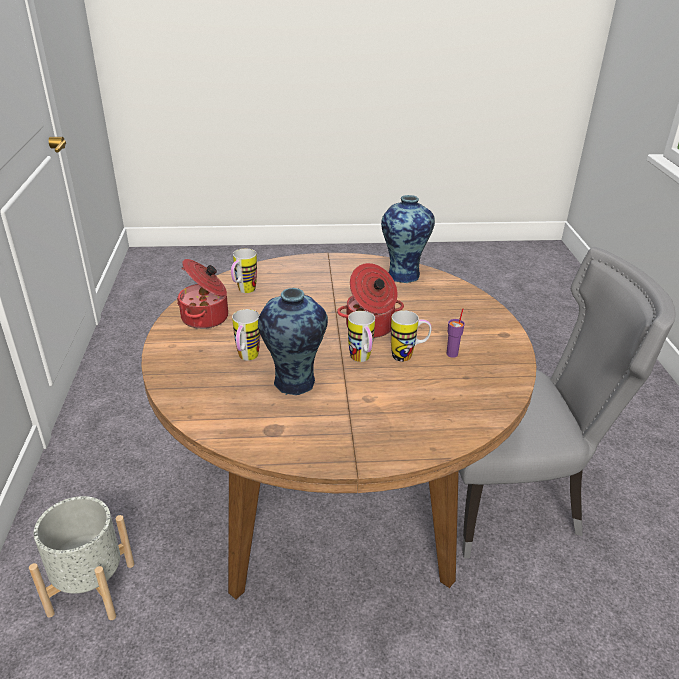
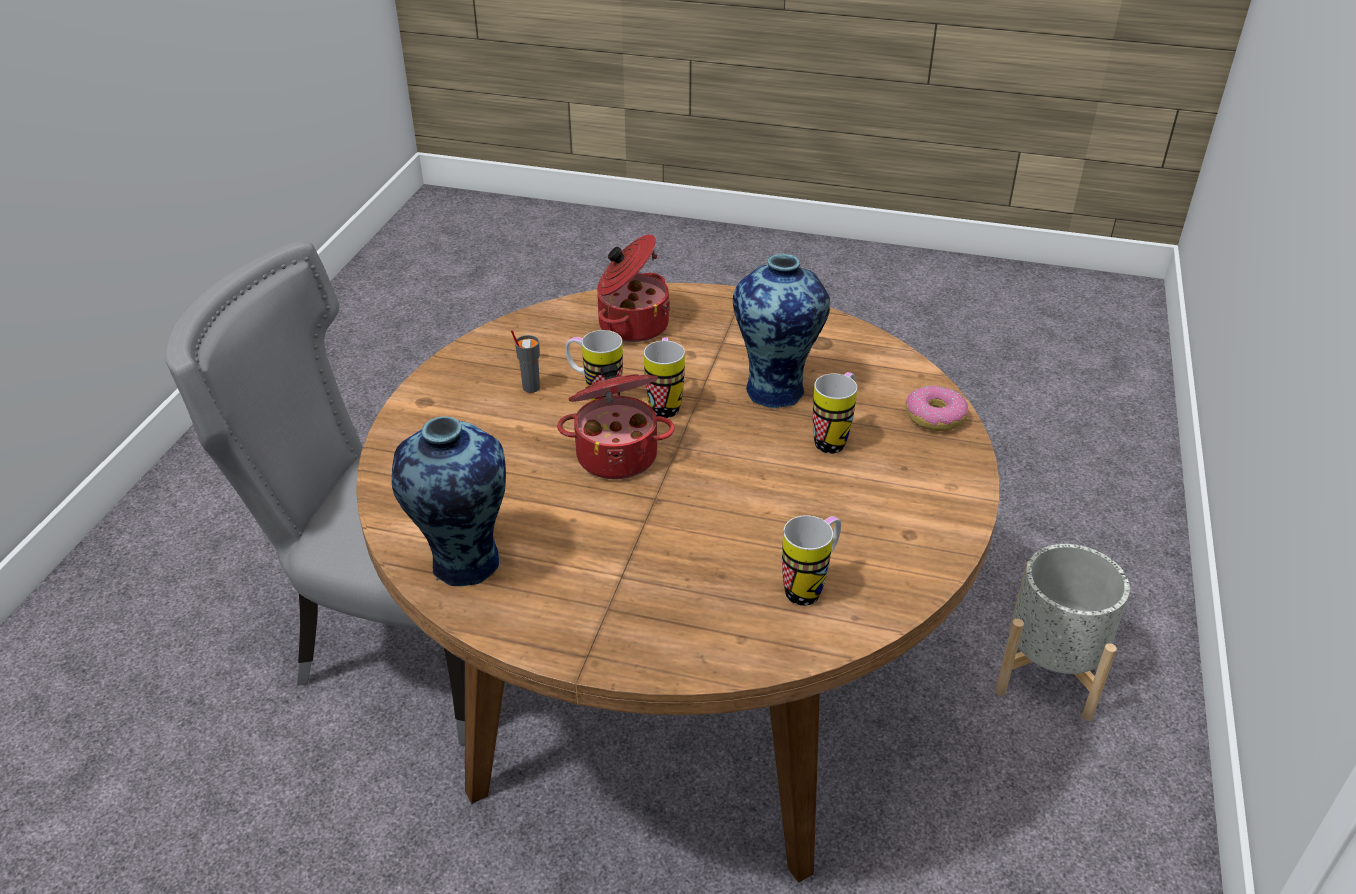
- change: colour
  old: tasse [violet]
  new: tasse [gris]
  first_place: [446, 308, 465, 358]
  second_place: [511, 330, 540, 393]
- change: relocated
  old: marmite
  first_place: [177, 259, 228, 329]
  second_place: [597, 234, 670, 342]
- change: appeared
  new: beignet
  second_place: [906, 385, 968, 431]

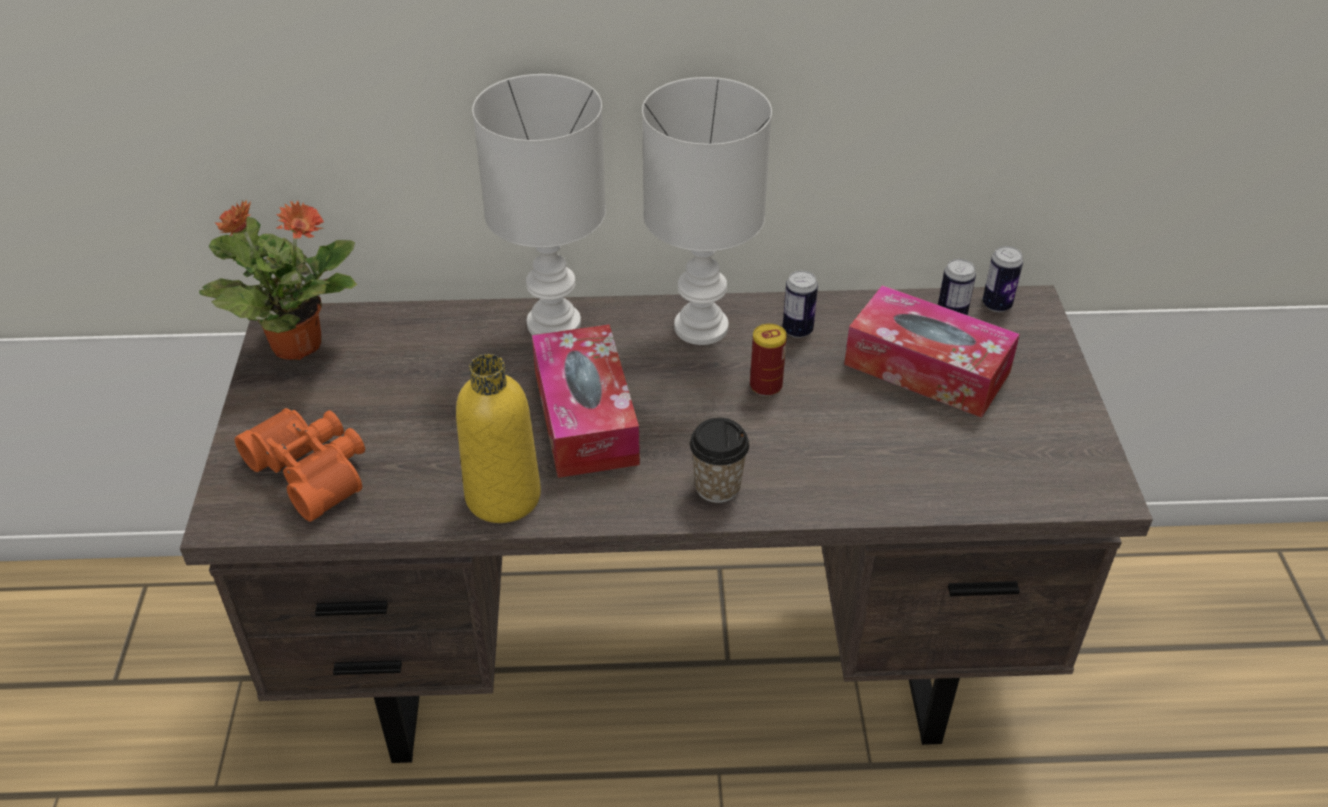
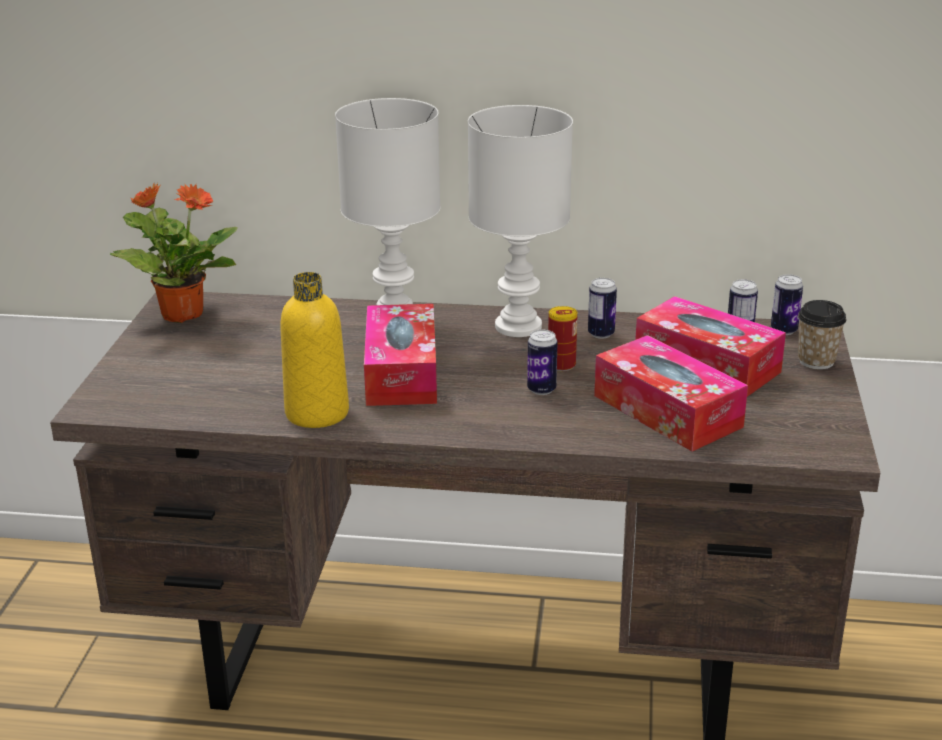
- change: appeared
  new: boîte métallique
  second_place: [527, 330, 558, 395]
- change: appeared
  new: boîte à mouchoirs
  second_place: [594, 335, 748, 451]
- change: relocated
  old: tasse
  first_place: [689, 418, 749, 503]
  second_place: [798, 300, 846, 370]
- change: missing
  old: jumelles [orange]
  first_place: [235, 408, 365, 522]

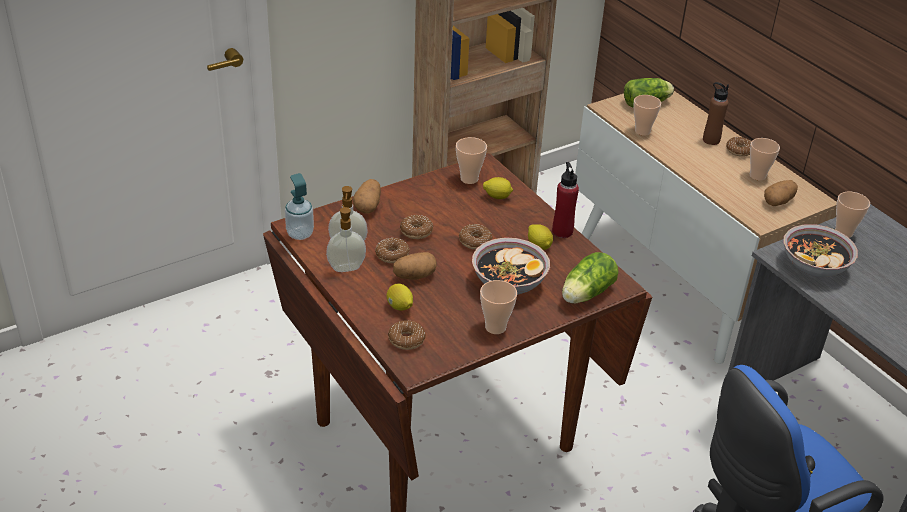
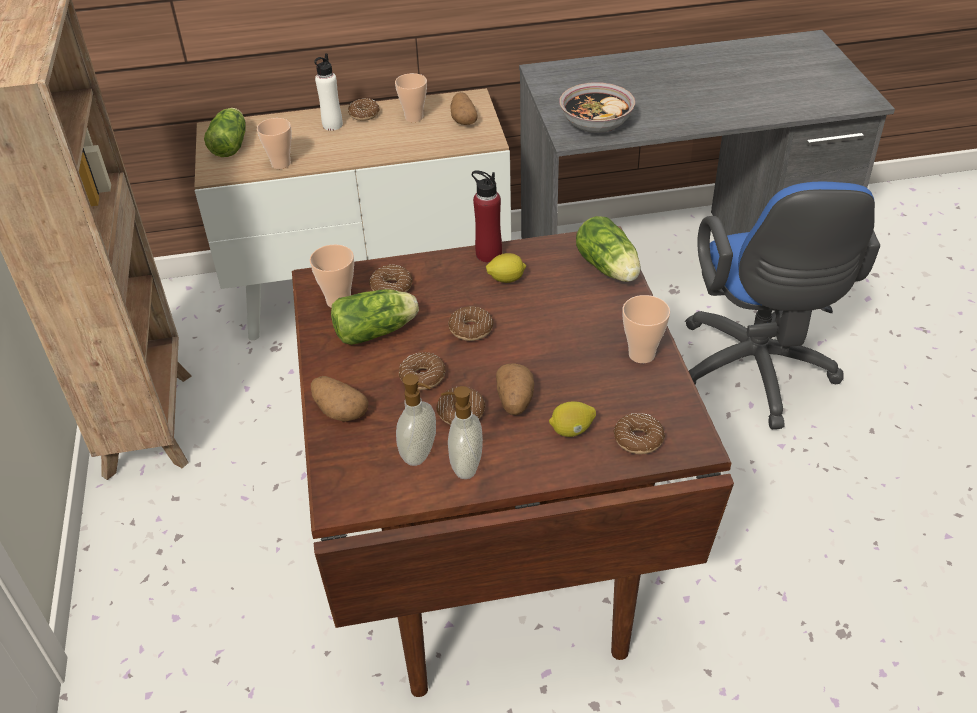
- change: colour
  old: bouteille [marron]
  new: bouteille [blanc]
  first_place: [703, 82, 729, 145]
  second_place: [314, 53, 343, 131]
- change: appeared
  new: laitue
  second_place: [331, 289, 419, 345]
- change: exchanged
  old: citron
  new: beignet
  first_place: [483, 177, 513, 199]
  second_place: [369, 264, 413, 292]
- change: missing
  old: distributeur de savon
  first_place: [285, 173, 314, 240]
- change: missing
  old: bol
  first_place: [472, 237, 550, 294]
- change: missing
  old: tasse
  first_place: [835, 192, 870, 238]

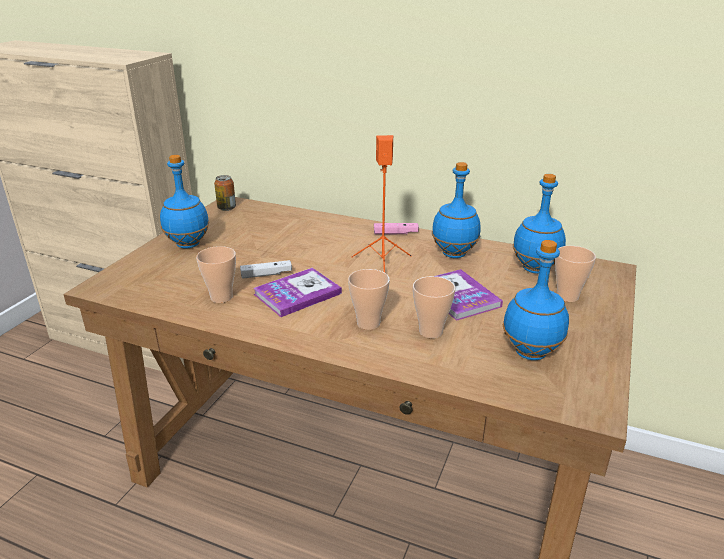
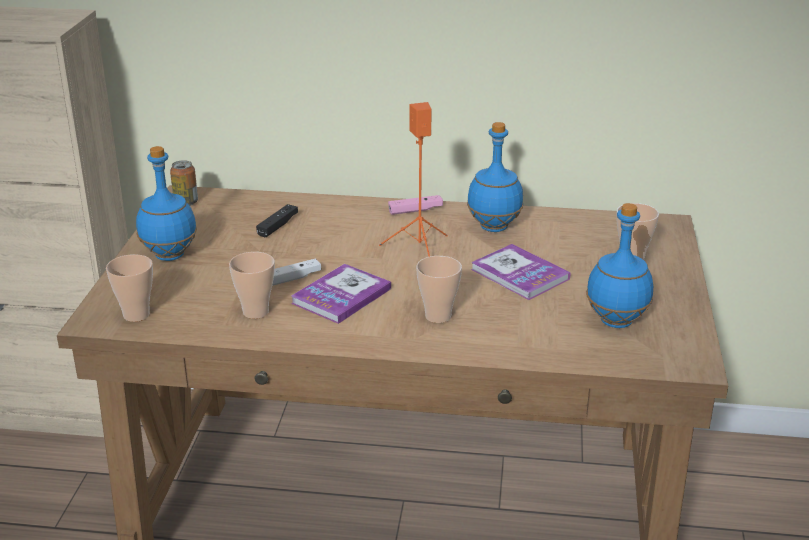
- change: relocated
  old: tasse
  first_place: [413, 276, 455, 338]
  second_place: [106, 254, 153, 322]
- change: appeared
  new: manette [noir]
  second_place: [256, 204, 298, 237]
- change: missing
  old: bouteille [bleu]
  first_place: [513, 174, 566, 274]

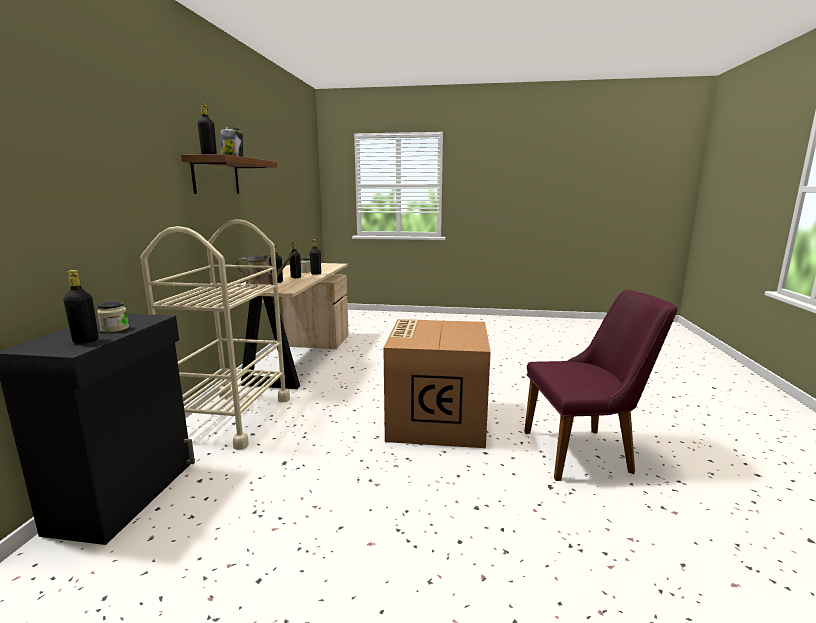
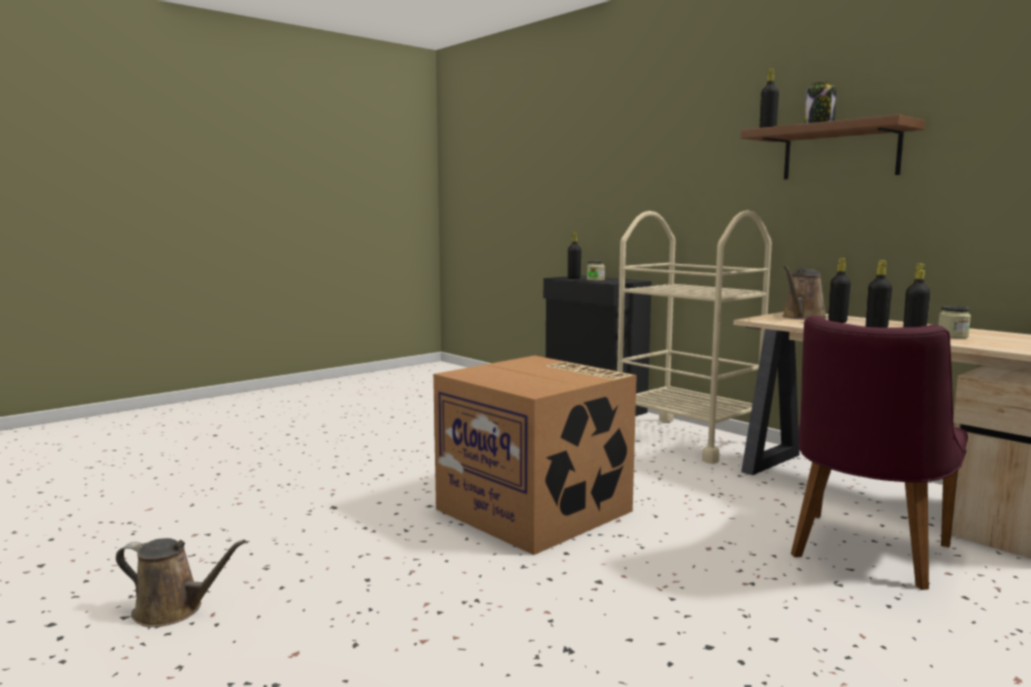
- change: appeared
  new: arrosoir [marron]
  second_place: [116, 538, 246, 627]
- change: relocated
  old: chaise [violet]
  first_place: [524, 290, 678, 481]
  second_place: [791, 316, 968, 590]

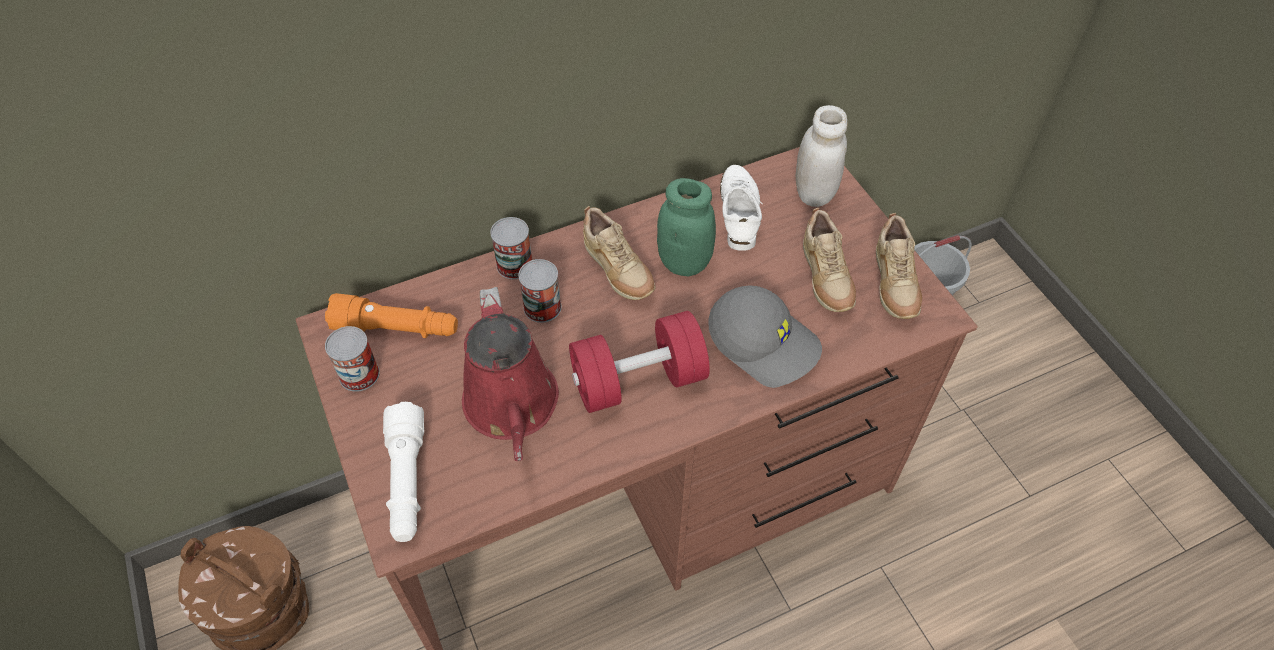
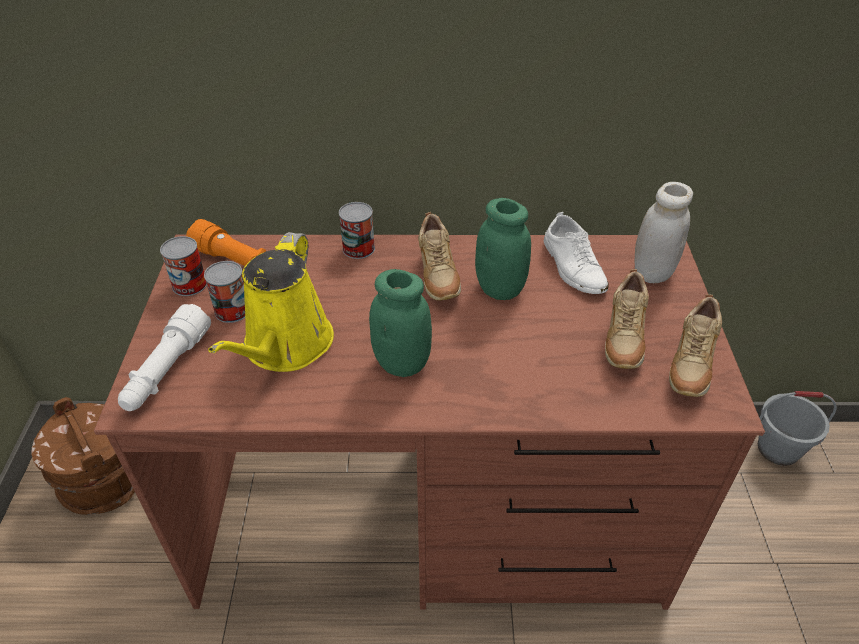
- change: relocated
  old: boîte métallique
  first_place: [518, 259, 562, 323]
  second_place: [204, 261, 245, 323]
- change: colour
  old: arrosoir [rouge]
  new: arrosoir [jaune]
  first_place: [462, 287, 559, 461]
  second_place: [208, 232, 334, 372]
- change: exchanged
  old: haltère [rouge]
  new: bocal [vert]
  first_place: [569, 311, 710, 413]
  second_place: [369, 269, 432, 377]
- change: spun
  old: chaussure [blanc]
  first_place: [720, 165, 763, 251]
  second_place: [544, 212, 609, 294]
  degrees: 135
- change: missing
  old: casquette [gris]
  first_place: [708, 285, 822, 388]

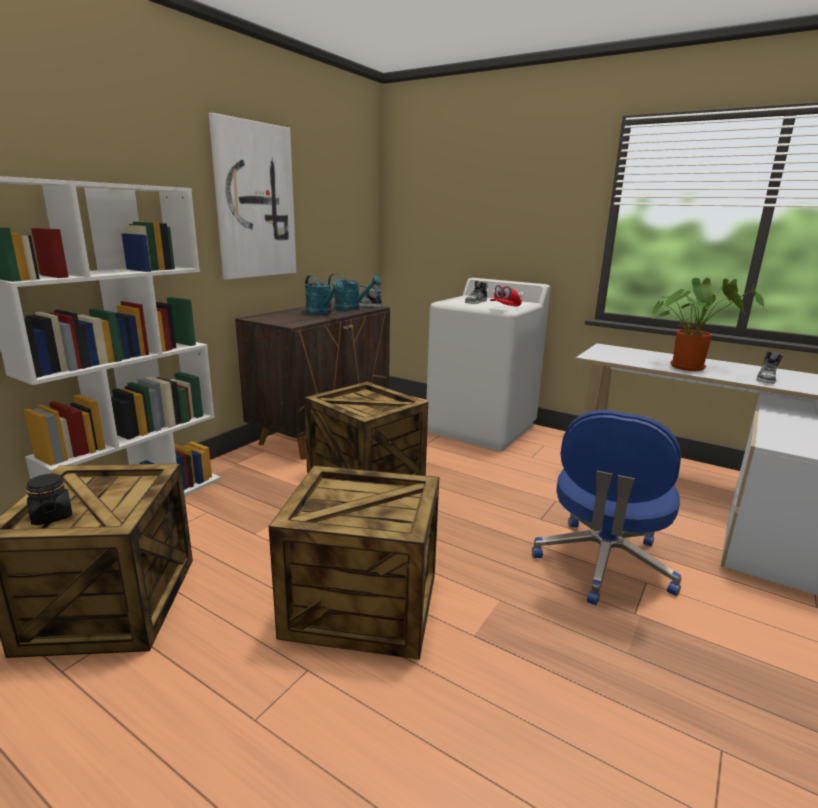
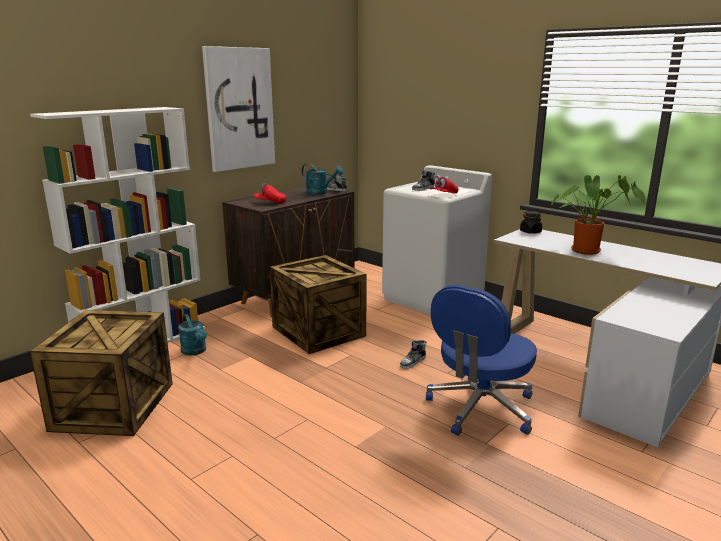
- change: relocated
  old: arrosoir [turquoise]
  first_place: [305, 275, 344, 315]
  second_place: [178, 314, 207, 355]
- change: appeared
  new: casquette [rouge]
  second_place: [254, 183, 287, 203]
- change: relocated
  old: chaussure
  first_place: [756, 351, 783, 384]
  second_place: [400, 340, 427, 369]
- change: relocated
  old: bocal [noir]
  first_place: [26, 474, 72, 525]
  second_place: [520, 211, 542, 234]
- change: missing
  old: caisse
  first_place: [268, 465, 439, 660]

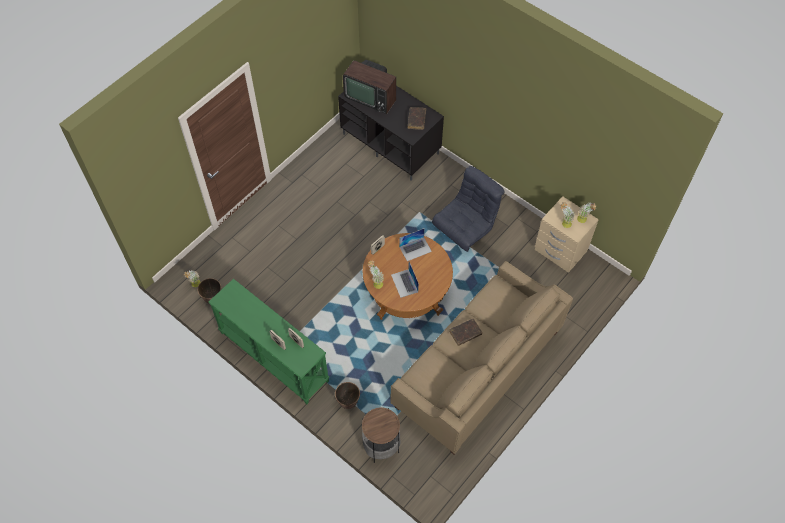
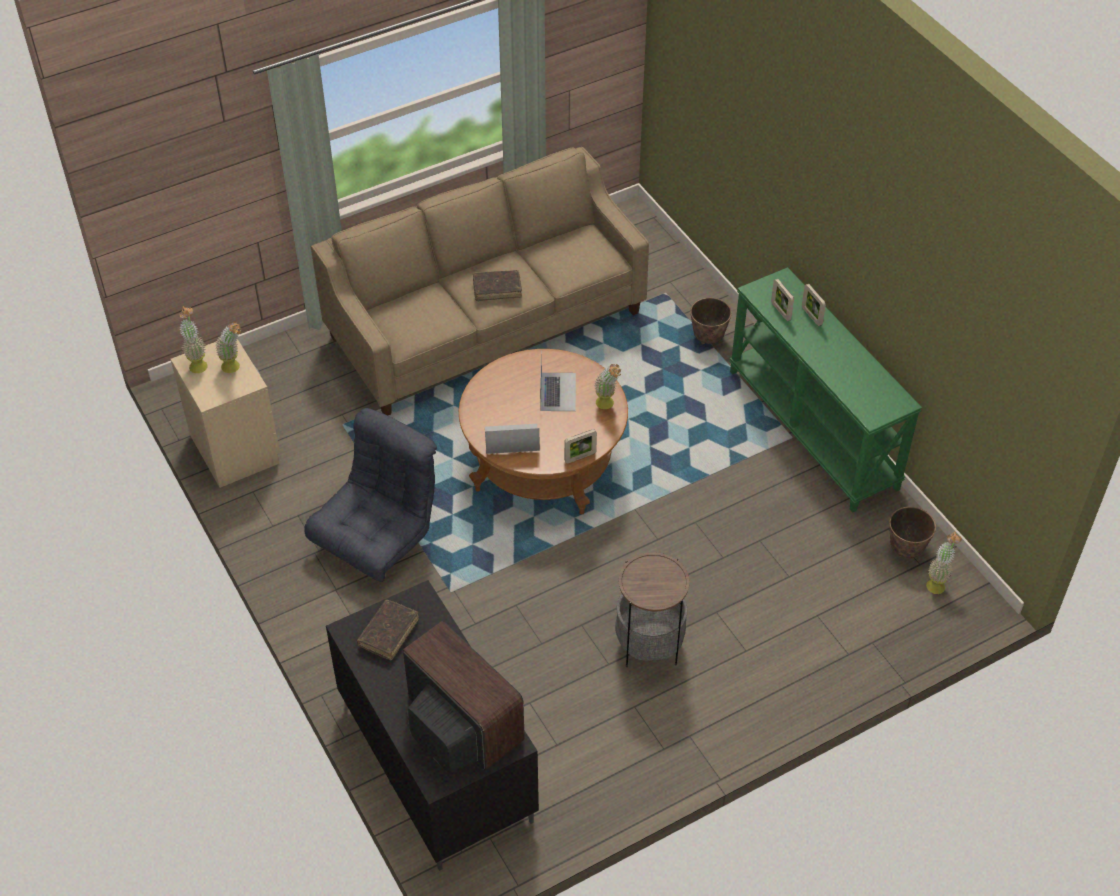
- change: spun
  old: fauteuil [gris]
  first_place: [432, 166, 505, 252]
  second_place: [304, 408, 437, 582]
  degrees: 150
- change: relocated
  old: table d'appoint
  first_place: [362, 408, 401, 463]
  second_place: [615, 552, 690, 667]

